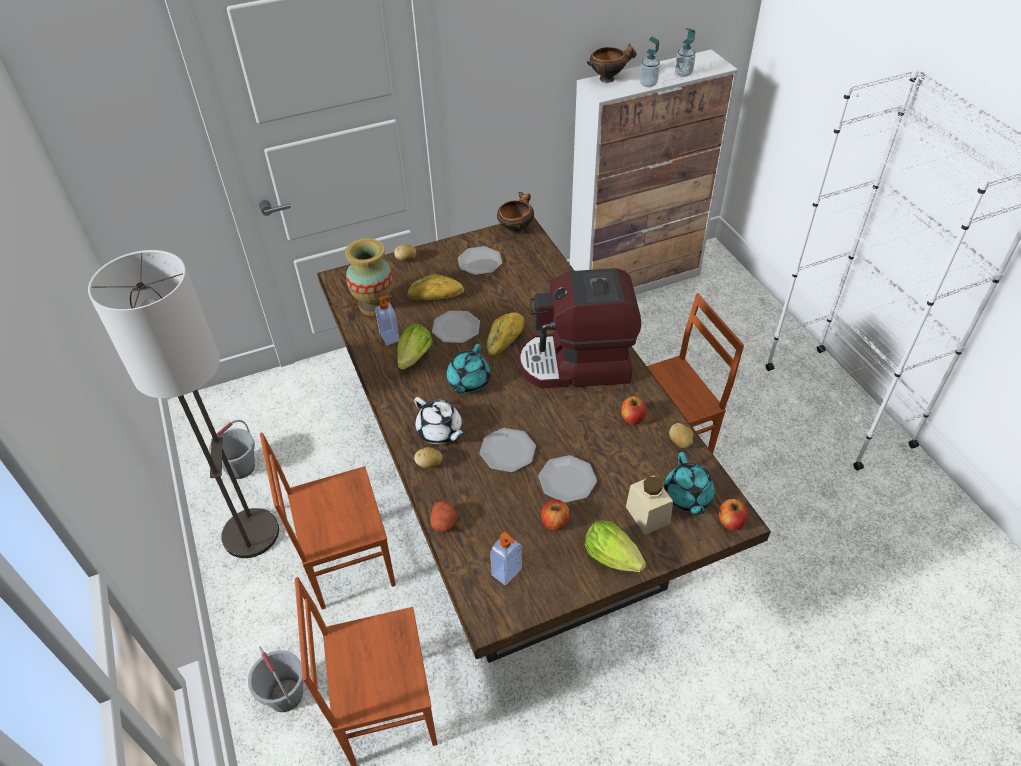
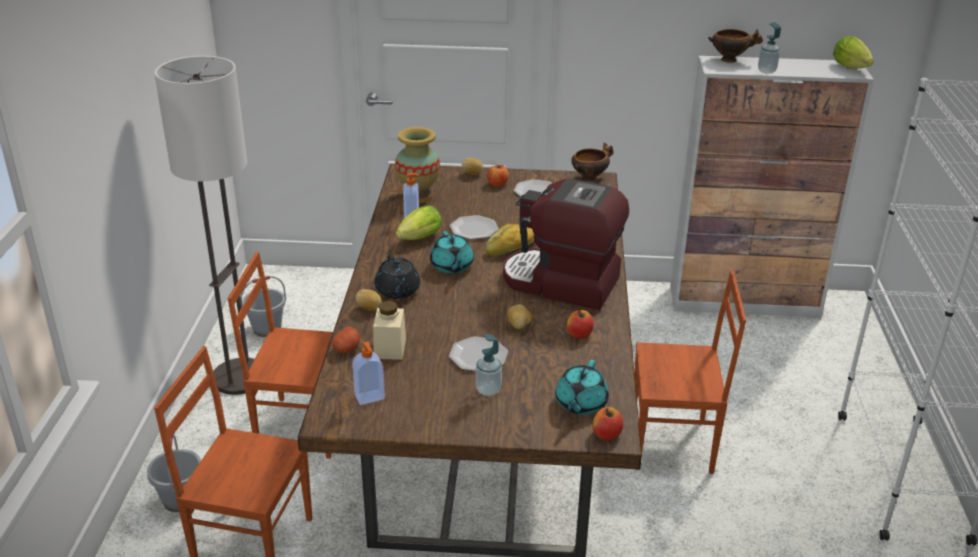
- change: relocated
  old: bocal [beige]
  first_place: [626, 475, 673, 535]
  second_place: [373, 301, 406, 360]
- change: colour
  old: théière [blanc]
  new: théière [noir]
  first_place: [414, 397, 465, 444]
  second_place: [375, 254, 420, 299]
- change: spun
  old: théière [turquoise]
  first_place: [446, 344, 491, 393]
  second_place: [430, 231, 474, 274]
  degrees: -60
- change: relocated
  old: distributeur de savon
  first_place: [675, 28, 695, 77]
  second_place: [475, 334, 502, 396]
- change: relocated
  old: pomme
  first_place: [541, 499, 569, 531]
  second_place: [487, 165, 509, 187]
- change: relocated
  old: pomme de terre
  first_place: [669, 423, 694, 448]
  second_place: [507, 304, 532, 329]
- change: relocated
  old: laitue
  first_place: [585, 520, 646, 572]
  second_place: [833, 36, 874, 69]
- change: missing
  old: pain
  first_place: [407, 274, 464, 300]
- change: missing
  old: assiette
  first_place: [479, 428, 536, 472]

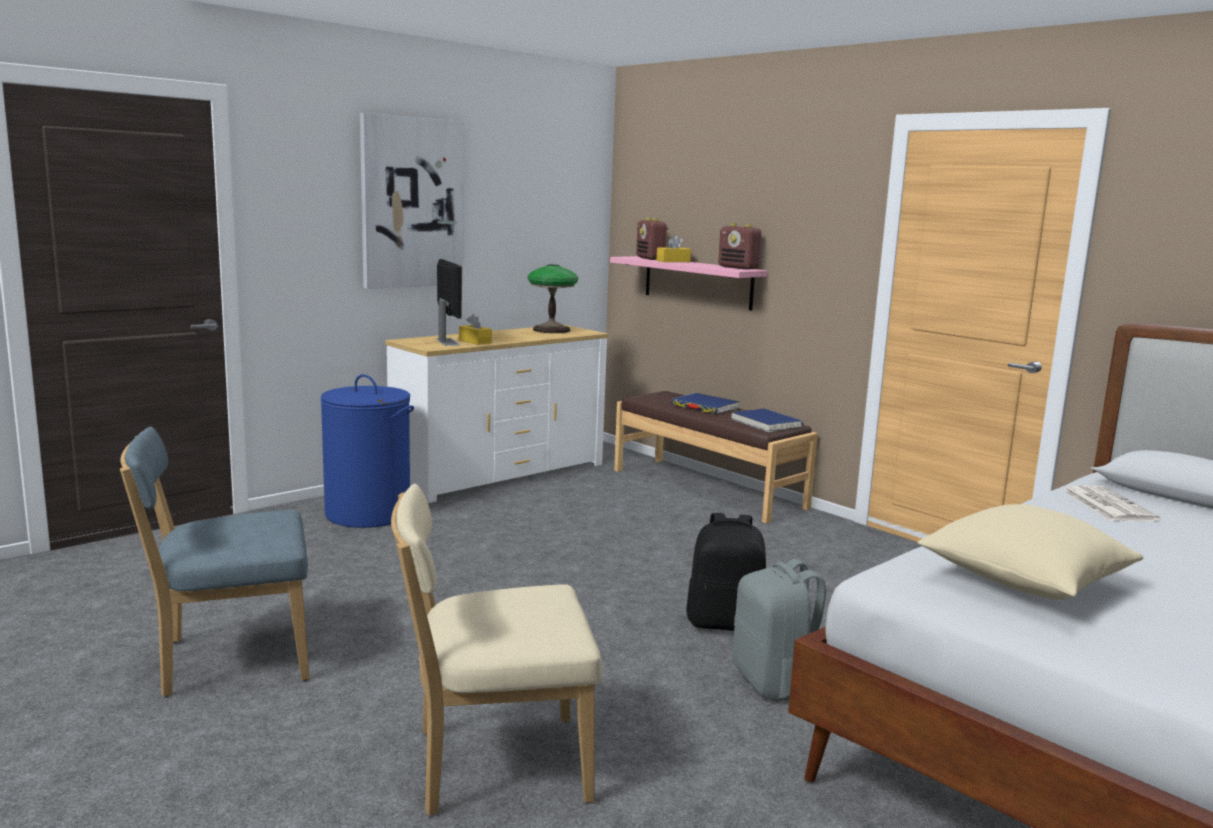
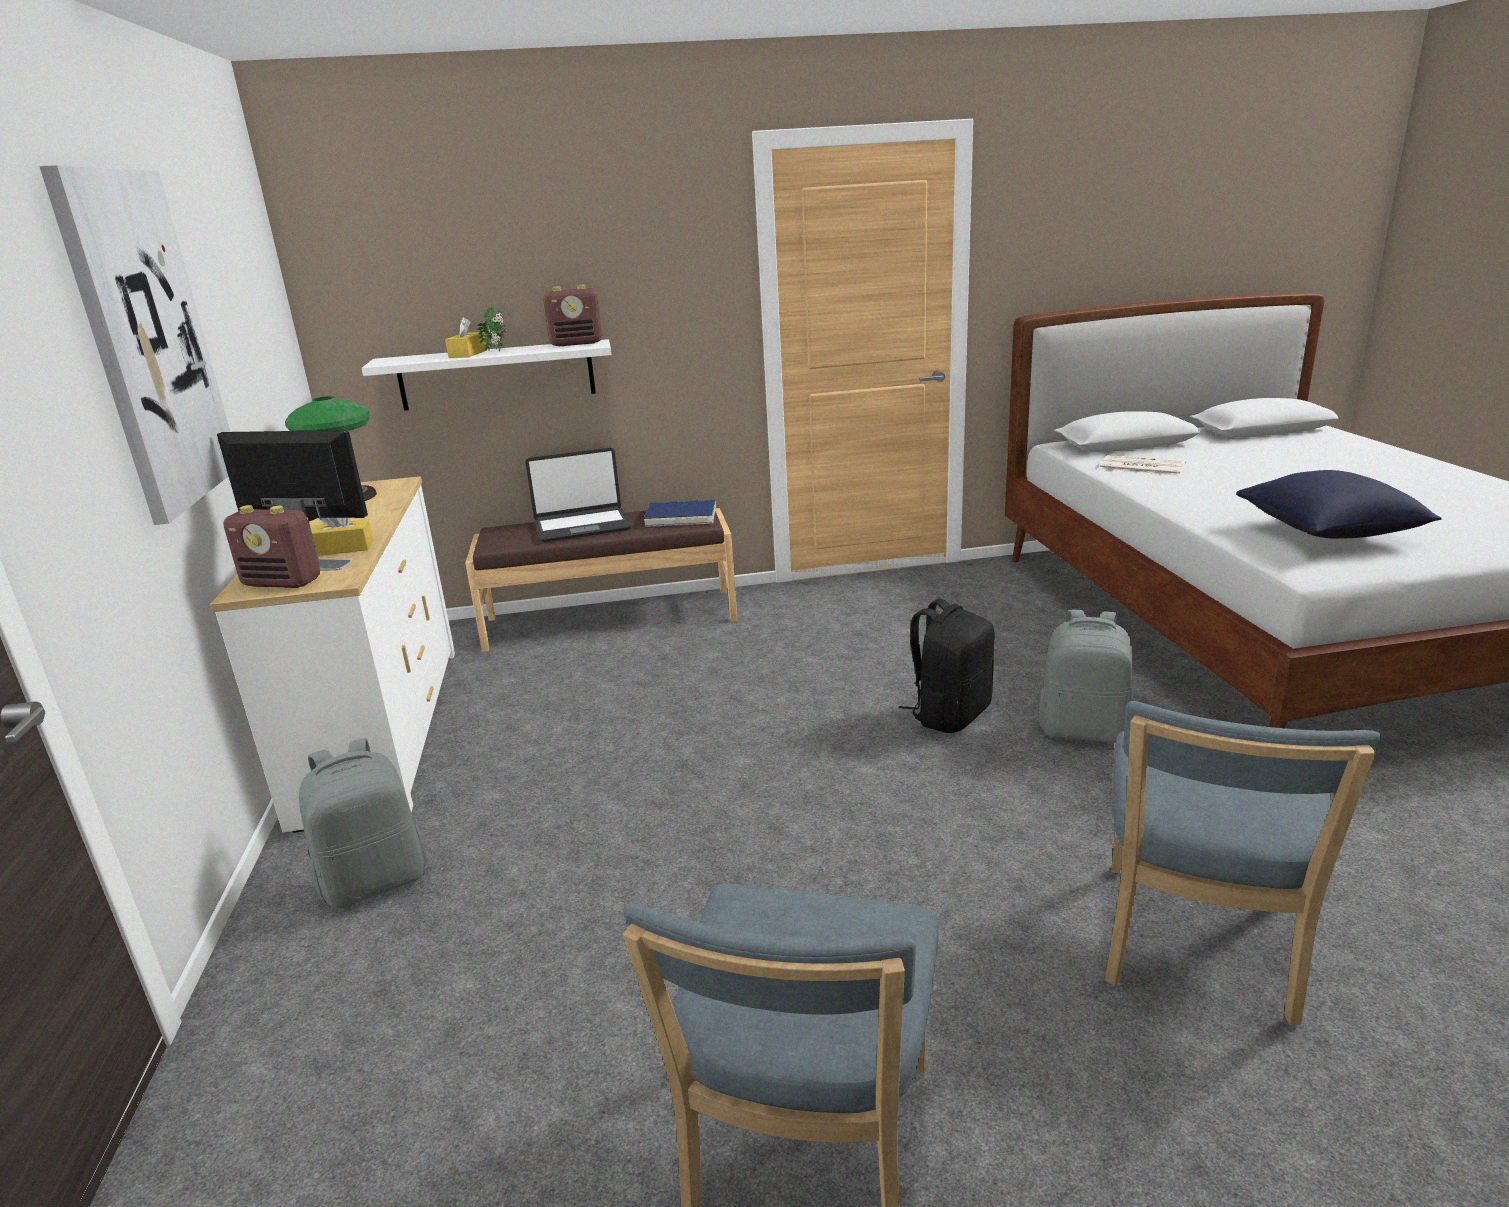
- change: relocated
  old: radio
  first_place: [636, 217, 669, 260]
  second_place: [223, 505, 320, 588]
- change: exchanged
  old: panier à linge [bleu]
  new: sac à dos [gris]
  first_place: [321, 374, 414, 528]
  second_place: [299, 738, 428, 909]
- change: colour
  old: étagère [rose]
  new: étagère [blanc]
  first_place: [610, 256, 767, 311]
  second_place: [362, 339, 611, 411]
- change: appeared
  new: plante en pot
  second_place: [477, 306, 506, 352]
- change: exchanged
  old: livre [bleu]
  new: ordinateur portable
  first_place: [671, 393, 739, 414]
  second_place: [525, 448, 631, 542]
- change: colour
  old: chaise [beige]
  new: chaise [bleu]
  first_place: [391, 484, 602, 816]
  second_place: [1105, 701, 1381, 1025]
- change: colour
  old: coussin [beige]
  new: coussin [bleu]
  first_place: [918, 504, 1143, 600]
  second_place: [1236, 470, 1442, 539]

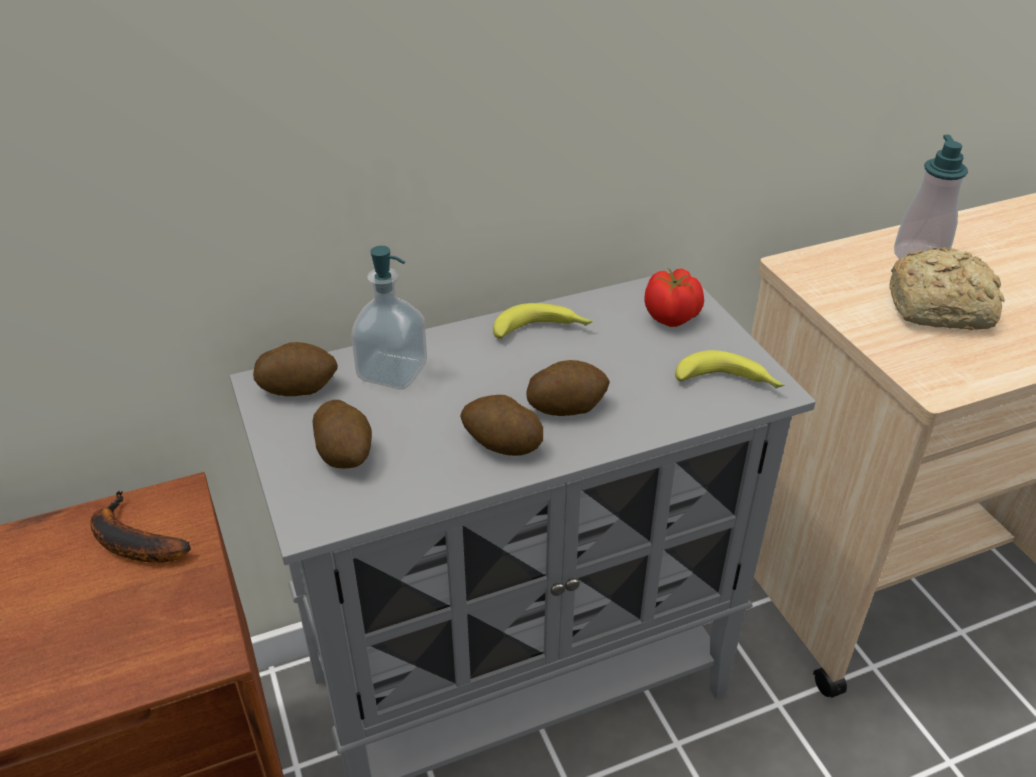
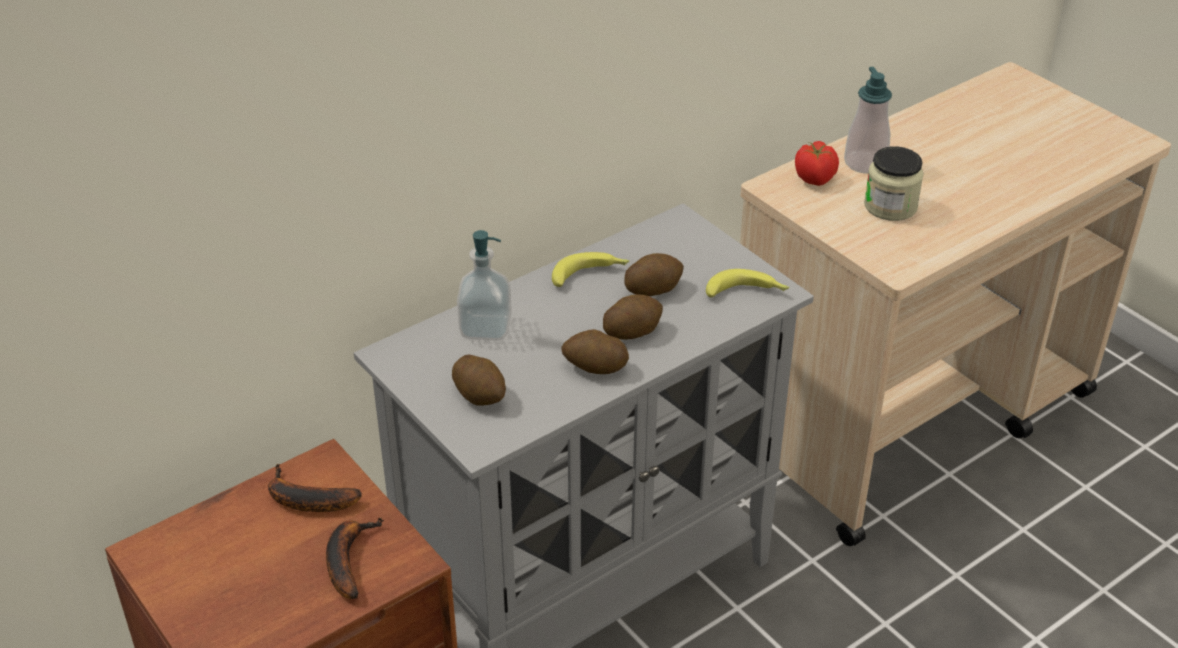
- change: appeared
  new: banane
  second_place: [326, 518, 384, 599]
- change: relocated
  old: pomme de terre
  first_place: [253, 342, 338, 396]
  second_place: [624, 253, 684, 296]
- change: relocated
  old: tomate
  first_place: [644, 268, 704, 327]
  second_place: [795, 141, 839, 186]
- change: exchanged
  old: pain
  new: bocal
  first_place: [890, 247, 1005, 330]
  second_place: [864, 146, 924, 221]

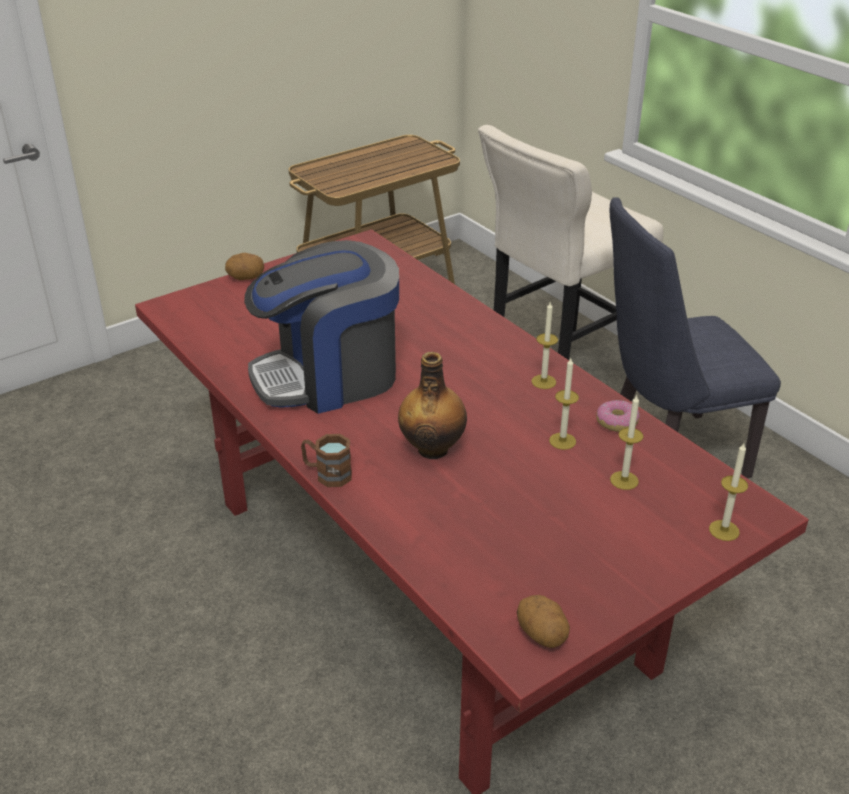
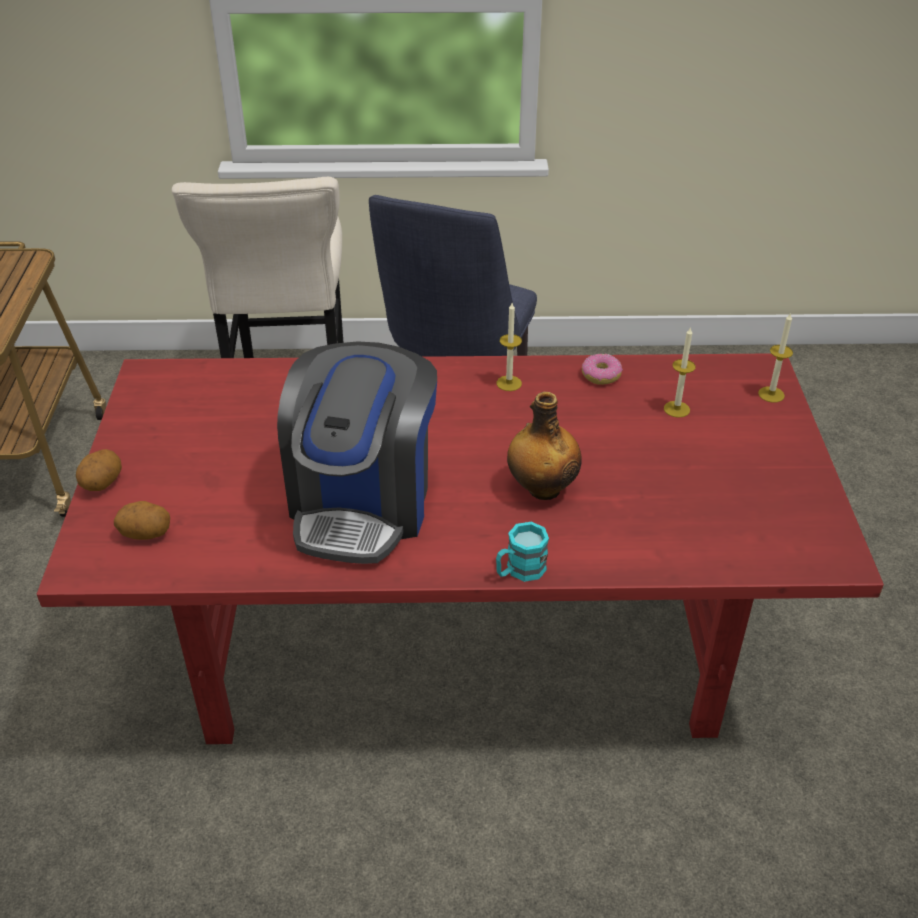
- change: relocated
  old: pomme de terre
  first_place: [517, 595, 570, 648]
  second_place: [114, 501, 170, 540]
- change: colour
  old: mug [marron]
  new: mug [turquoise]
  first_place: [301, 434, 352, 487]
  second_place: [496, 522, 549, 582]
- change: missing
  old: bougie
  first_place: [549, 358, 579, 450]

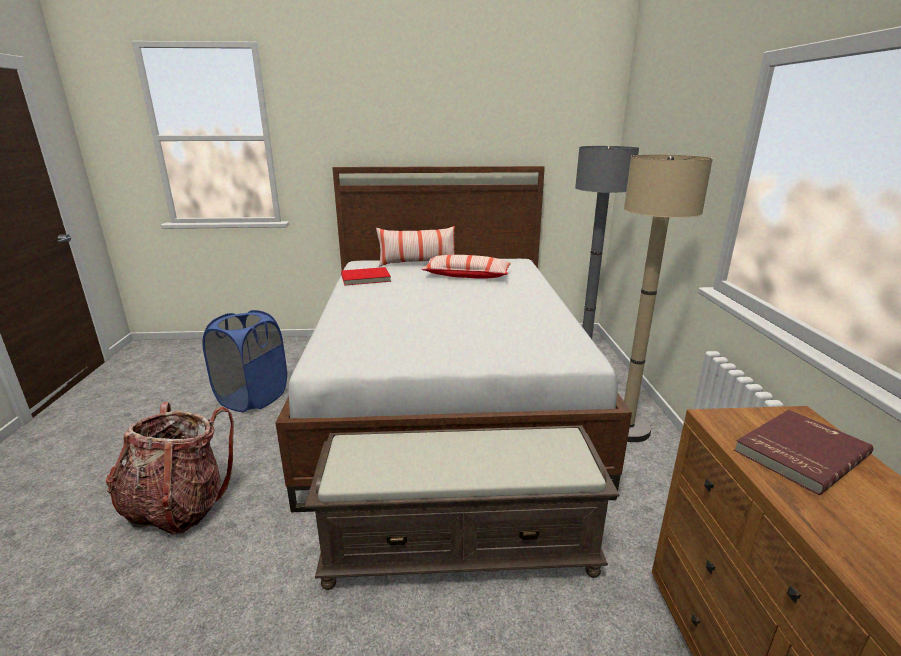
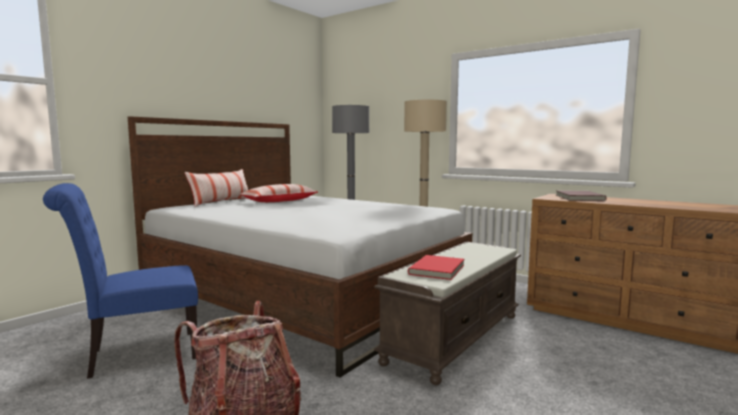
- change: exchanged
  old: panier à linge [bleu]
  new: chaise [bleu]
  first_place: [202, 310, 287, 412]
  second_place: [43, 183, 198, 379]
- change: relocated
  old: livre [rouge]
  first_place: [341, 267, 391, 286]
  second_place: [408, 255, 464, 280]

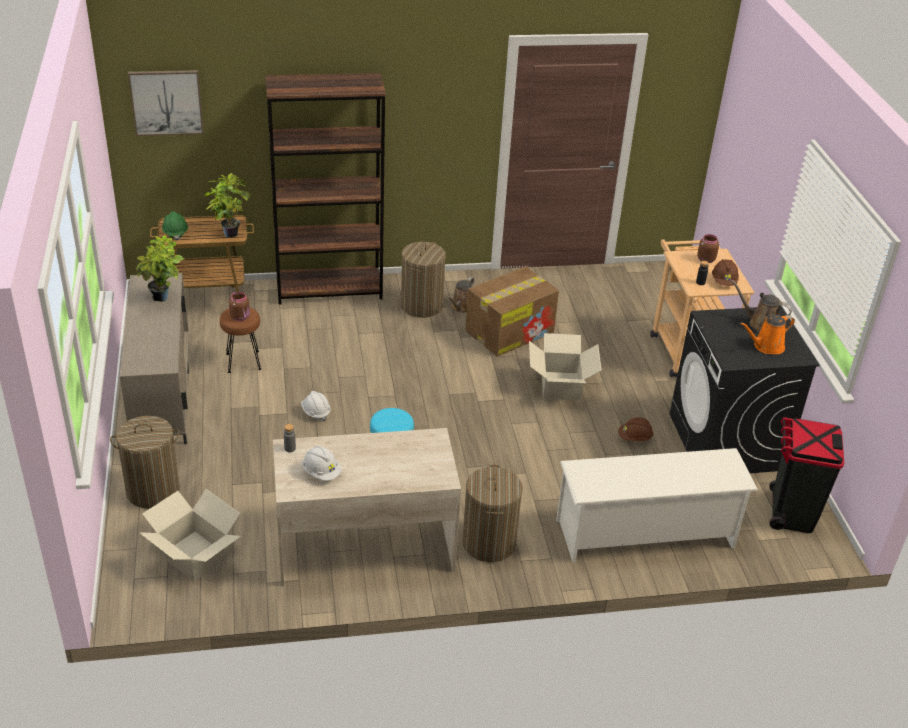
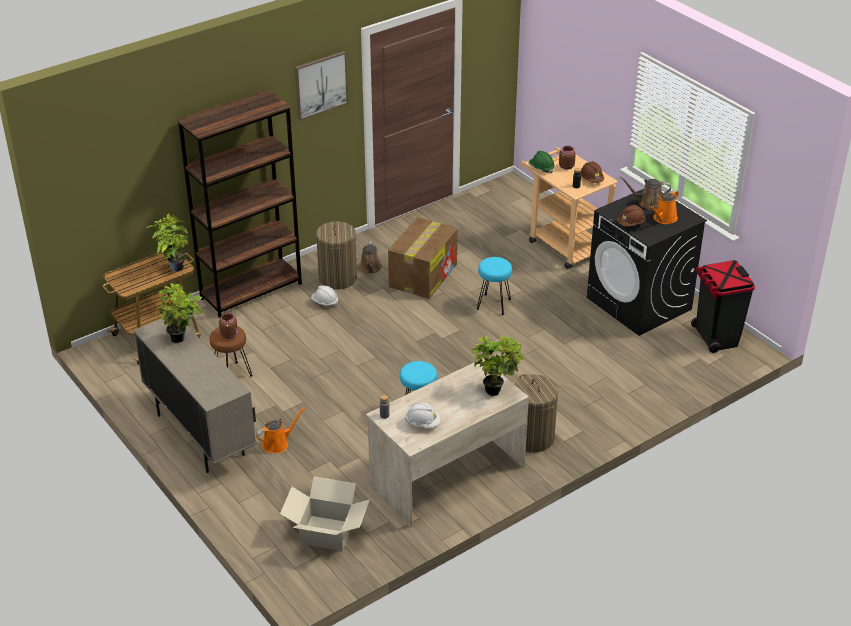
- change: appeared
  new: arrosoir [orange]
  second_place: [256, 407, 306, 453]
- change: relocated
  old: tableau
  first_place: [128, 70, 204, 136]
  second_place: [295, 51, 348, 120]
- change: relocated
  old: casque de chantier [blanc]
  first_place: [301, 391, 331, 422]
  second_place: [311, 286, 338, 307]
- change: appeared
  new: plante en pot
  second_place: [471, 336, 524, 396]
- change: exchanged
  old: carton
  new: tabouret [turquoise]
  first_place: [529, 333, 602, 401]
  second_place: [477, 257, 512, 315]
- change: relocated
  old: casque de chantier [vert]
  first_place: [162, 211, 188, 241]
  second_place: [529, 151, 555, 173]
- change: relocated
  old: casque de chantier [marron]
  first_place: [618, 417, 654, 442]
  second_place: [617, 205, 646, 227]
- change: missing
  old: panier à linge
  first_place: [110, 416, 180, 509]
- change: missing
  old: étagère à chaussures [blanc]
  first_place: [556, 448, 758, 563]

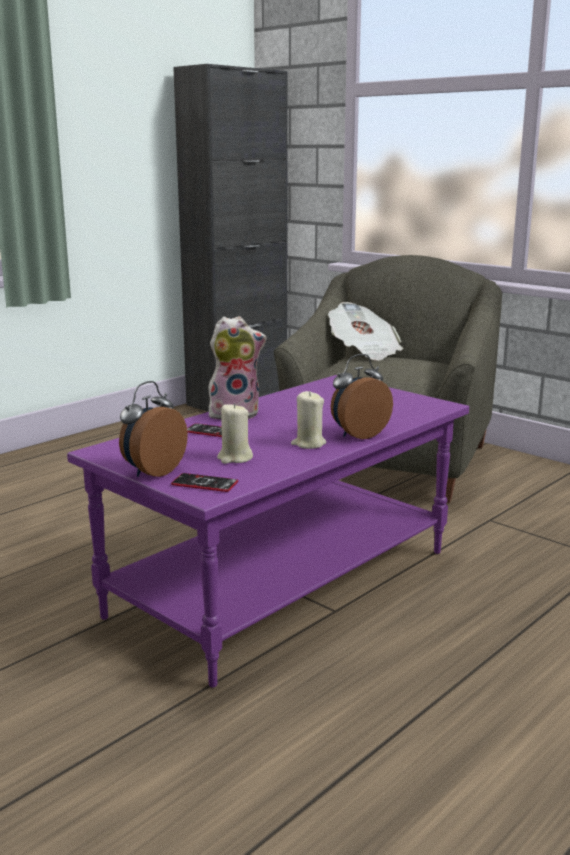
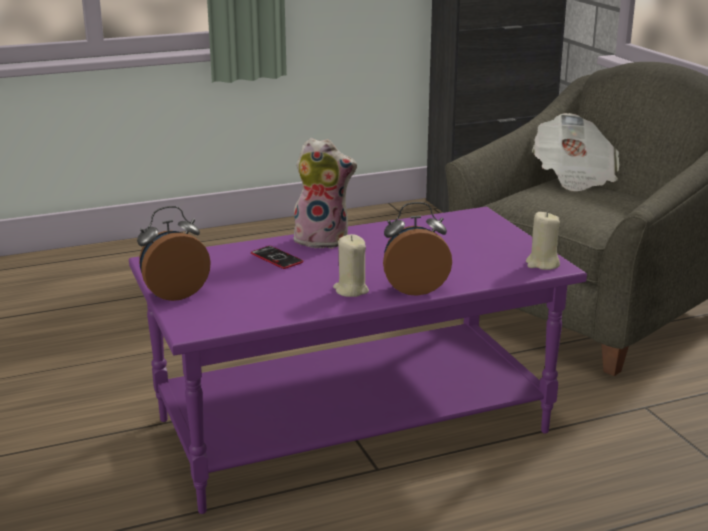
- change: relocated
  old: bougie [beige]
  first_place: [217, 403, 253, 464]
  second_place: [526, 212, 560, 270]
- change: missing
  old: téléphone
  first_place: [171, 473, 238, 492]

